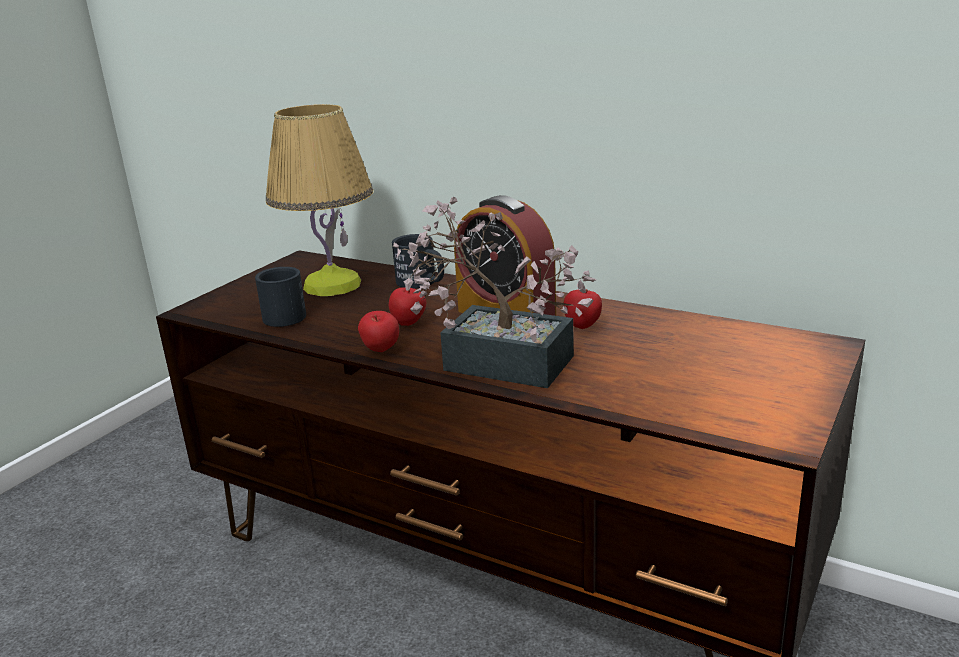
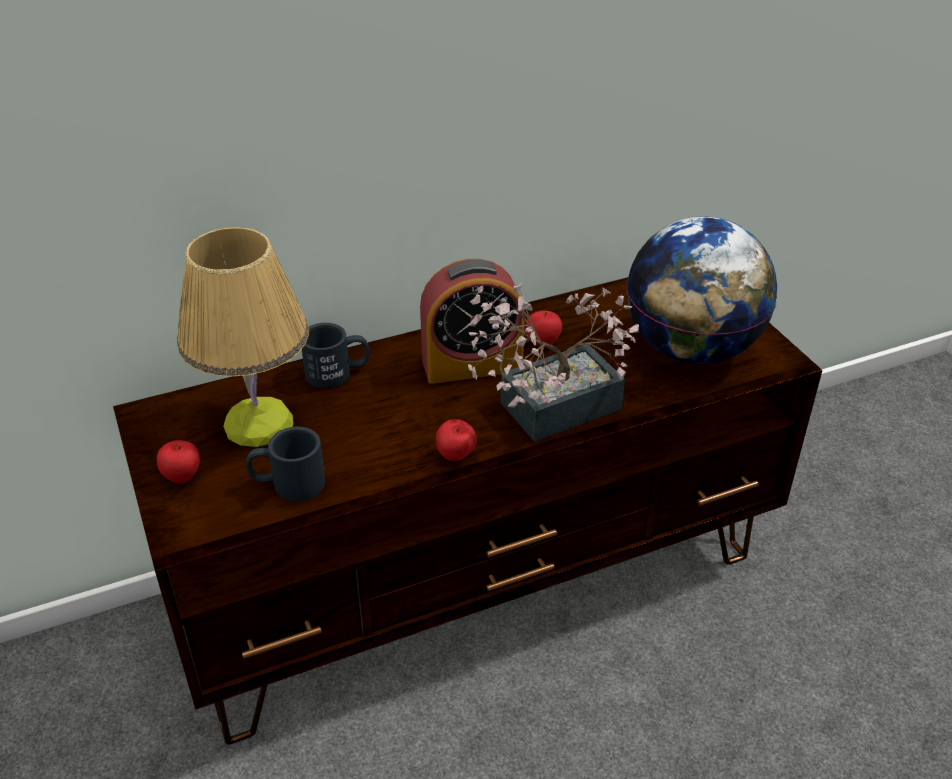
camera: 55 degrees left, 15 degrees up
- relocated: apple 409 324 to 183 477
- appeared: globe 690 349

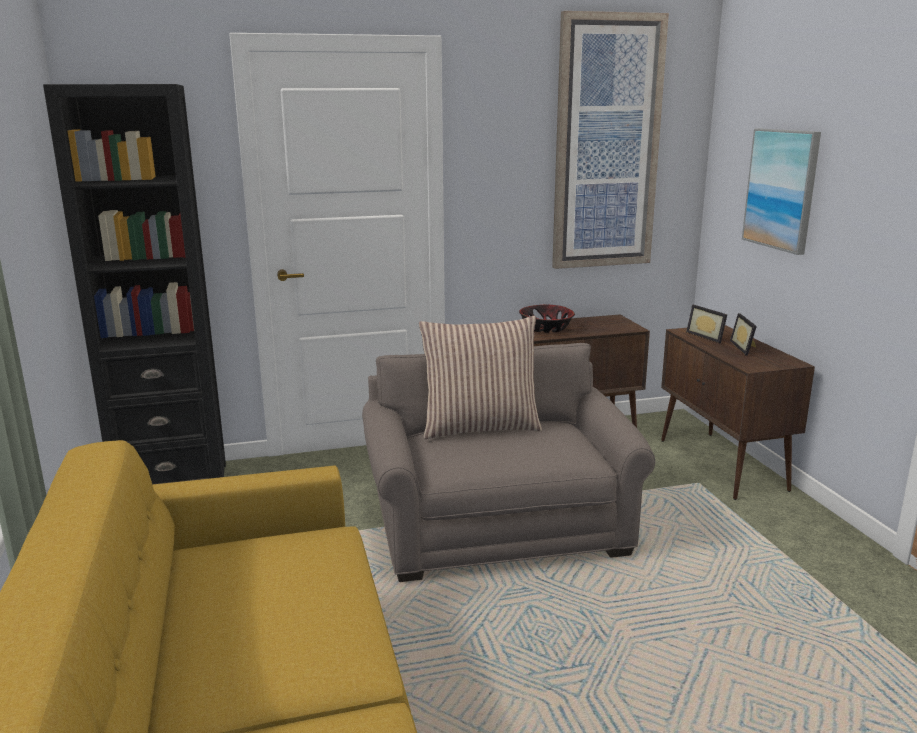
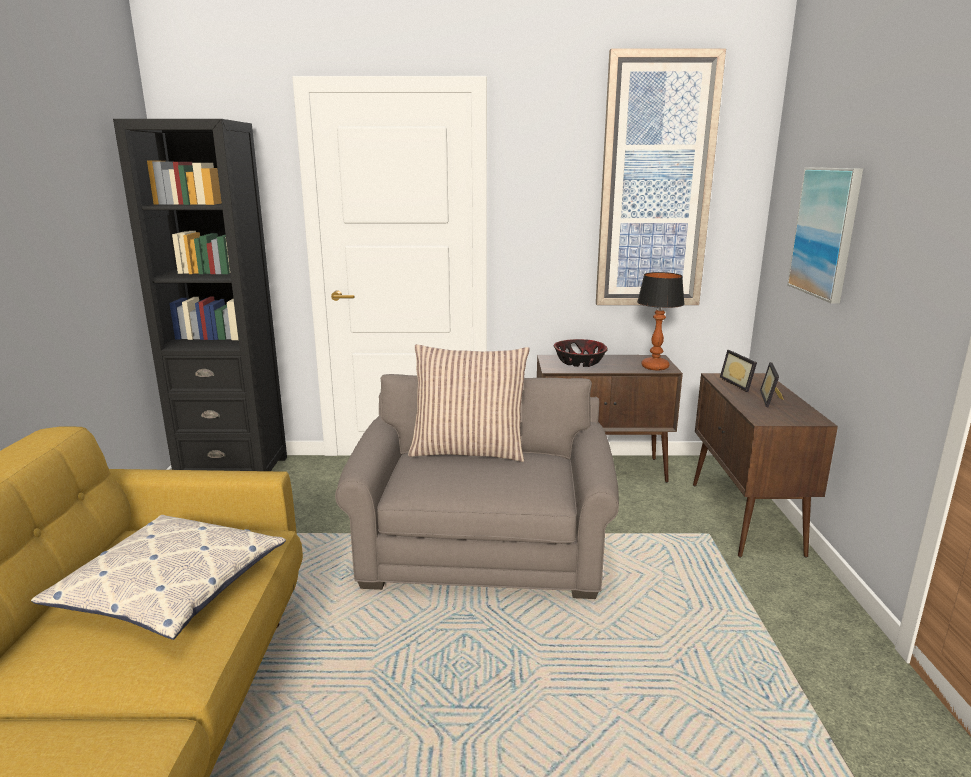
camera: 15 degrees right, 0 degrees up
- appeared: tabletop lamp 654 367
- appeared: throw pillow 170 587

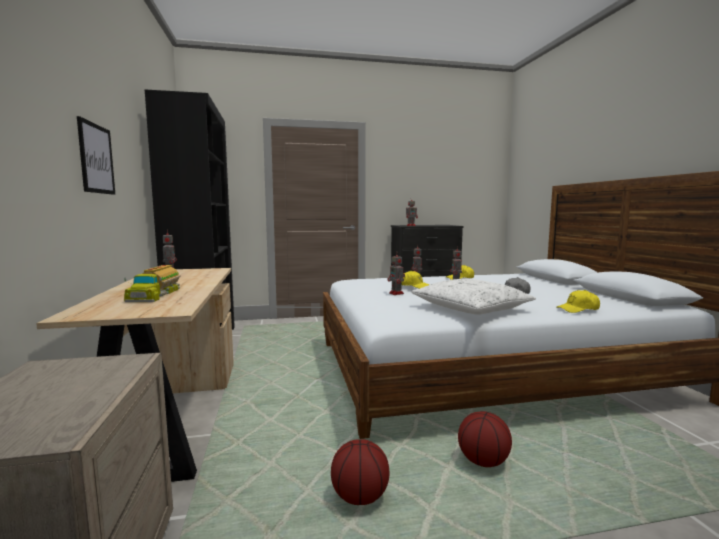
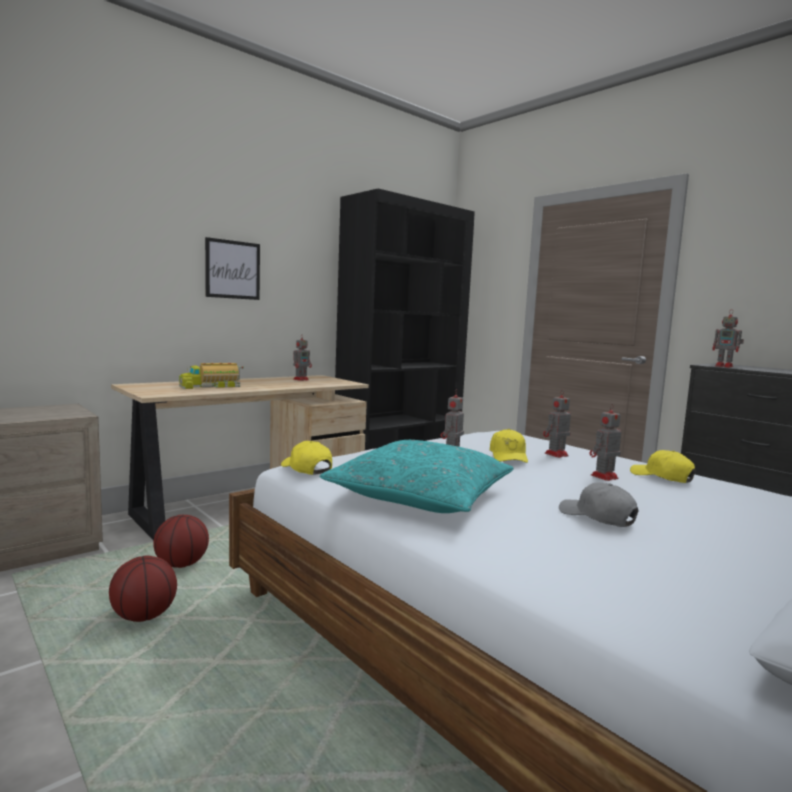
camera: 60 degrees right, 0 degrees up
- colour: white-coloured throw pillow 470 308 to turquoise throw pillow 421 495
- relocated: yellow baseball cap 578 309 to 306 469
- relocated: ball for basketball 482 462 to 181 564

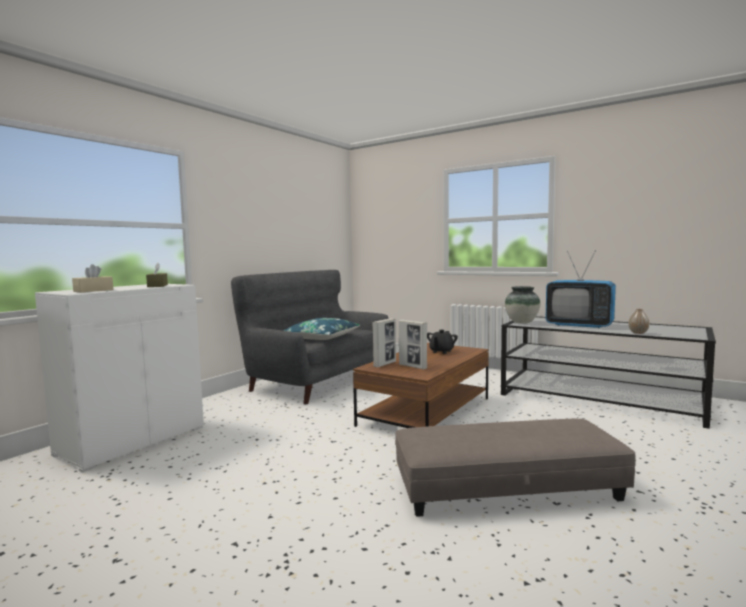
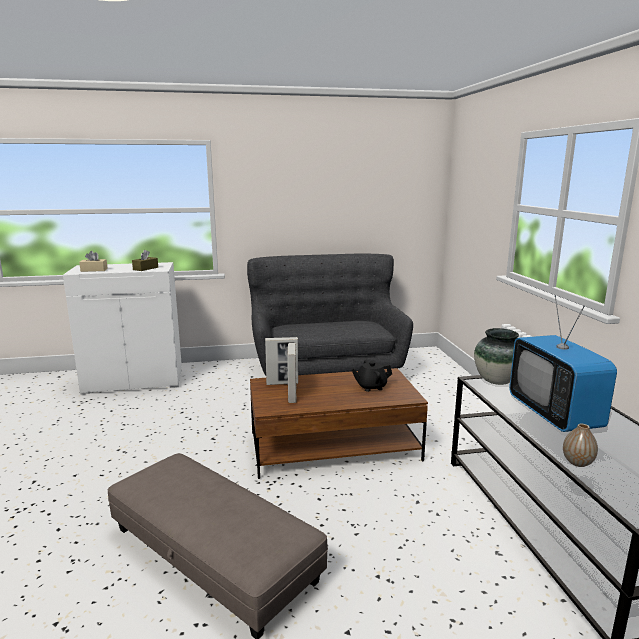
camera: 45 degrees right, 10 degrees up
- missing: bluish throw pillow 322 337

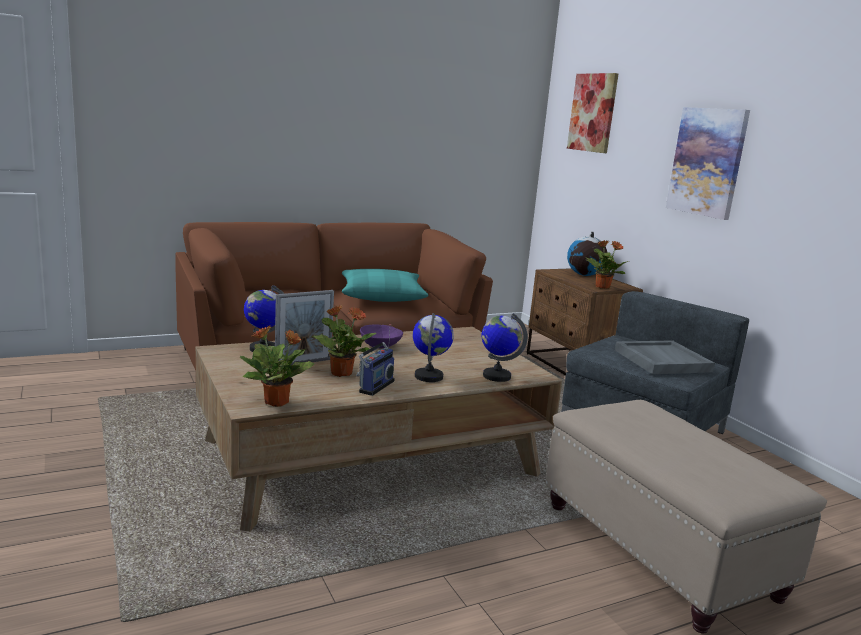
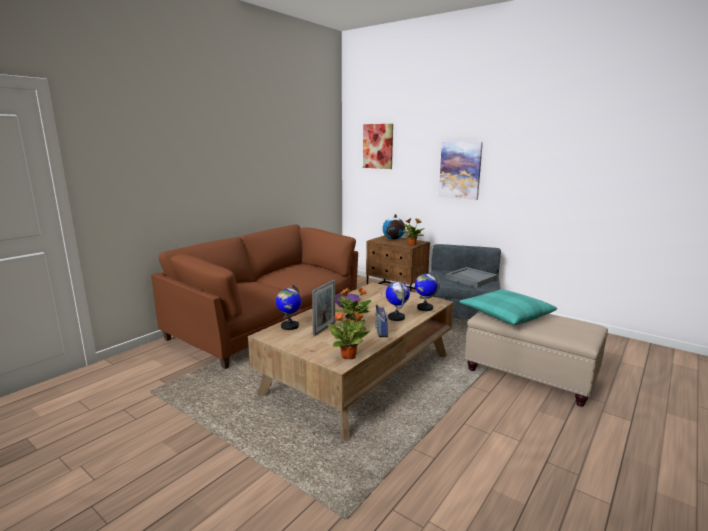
camera: 25 degrees left, 0 degrees up
- relocated: turquoise throw pillow 382 295 to 506 314

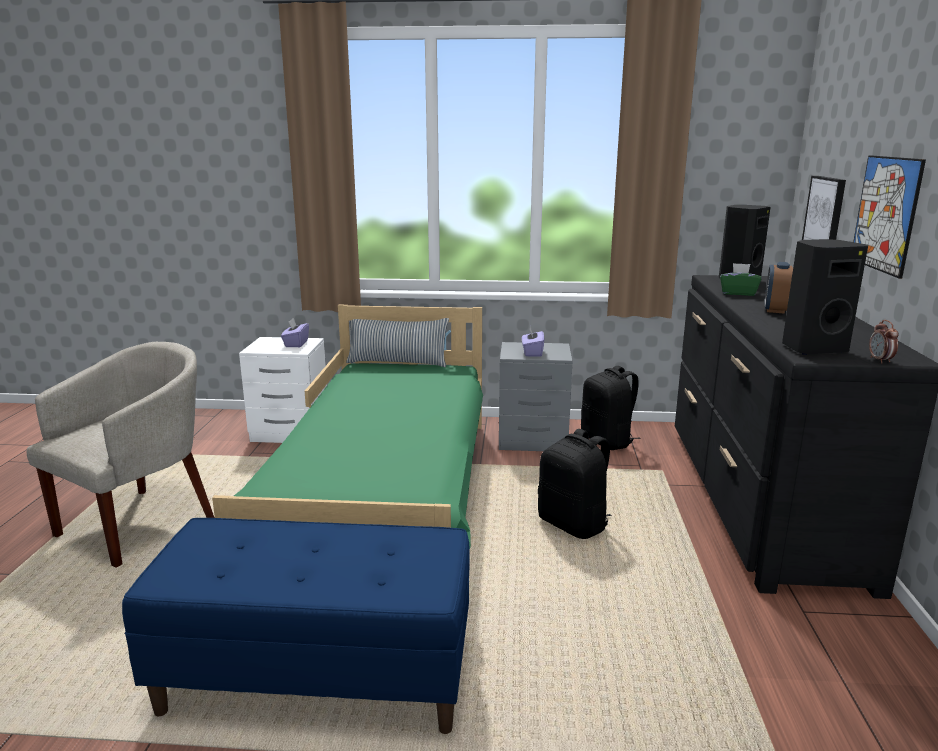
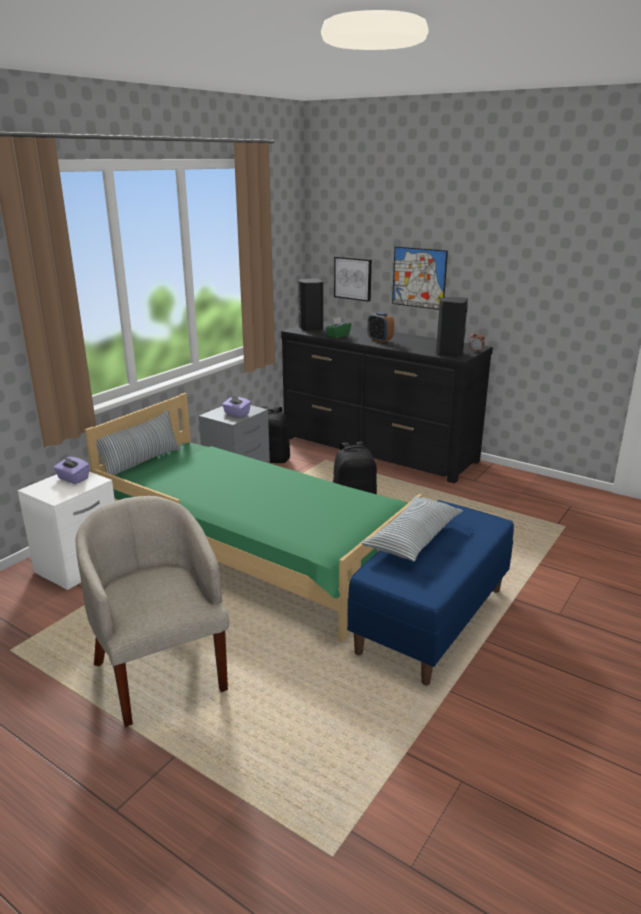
camera: 60 degrees left, 5 degrees up
- appeared: throw pillow 413 538

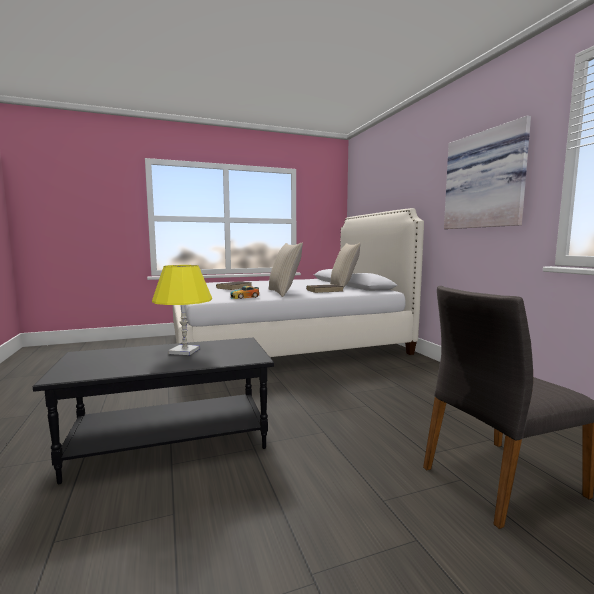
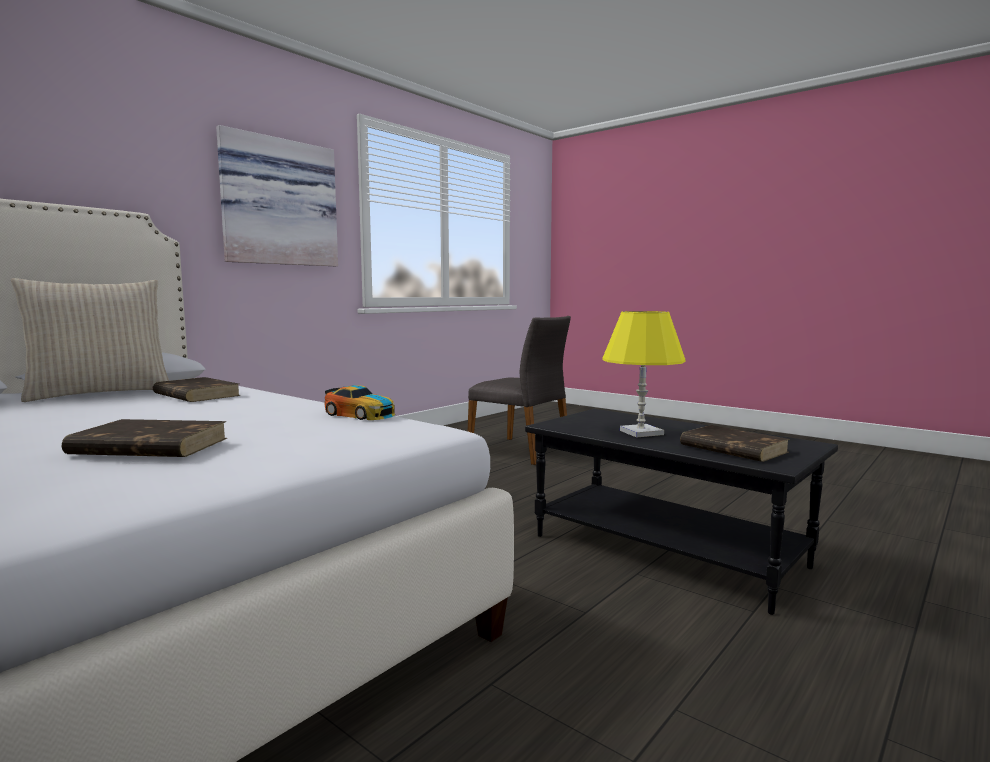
camera: 120 degrees left, 0 degrees up
- missing: beige throw pillow 284 293
- appeared: brown-coloured book 732 448

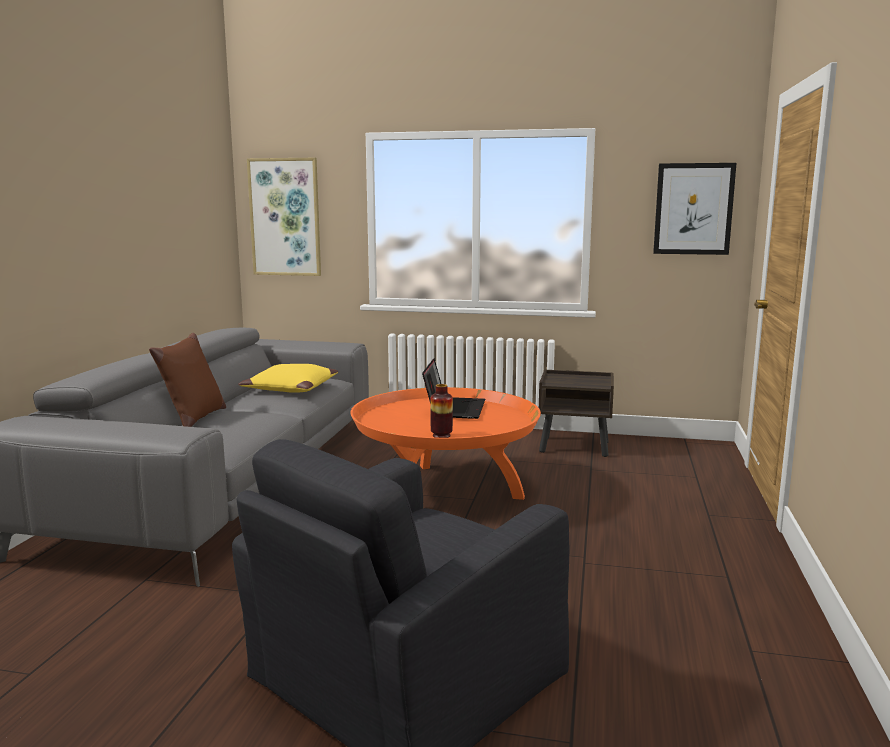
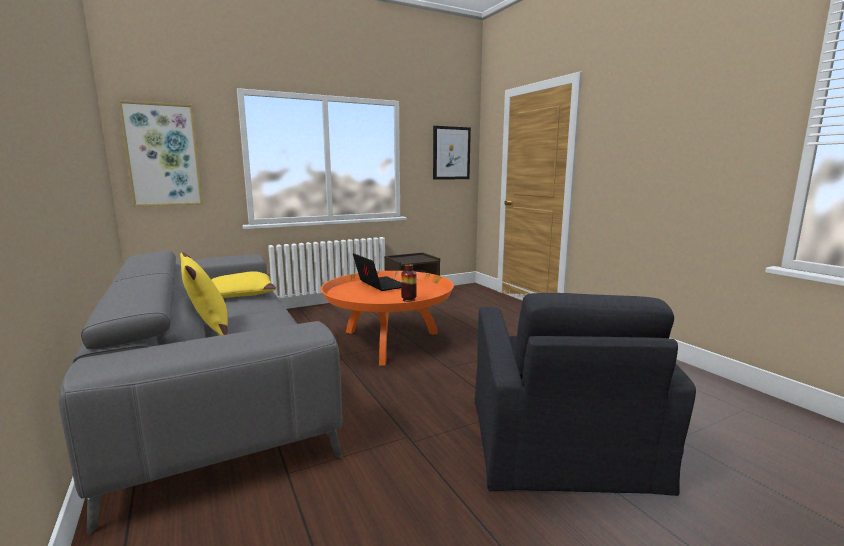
camera: 40 degrees left, 0 degrees up
- colour: brown-coloured throw pillow 194 418 to yellow throw pillow 208 329

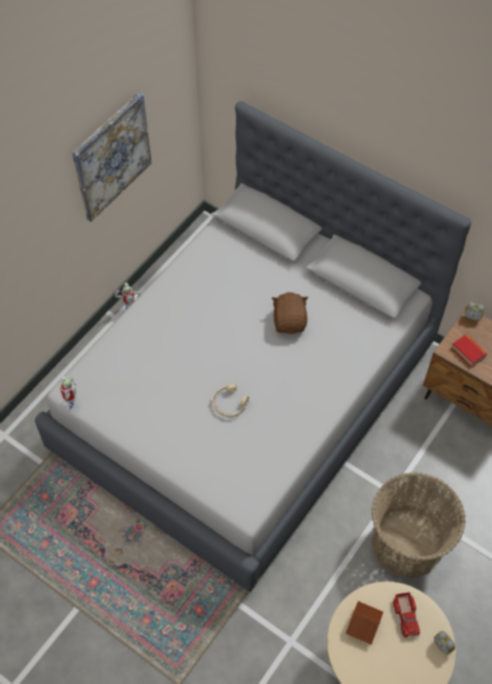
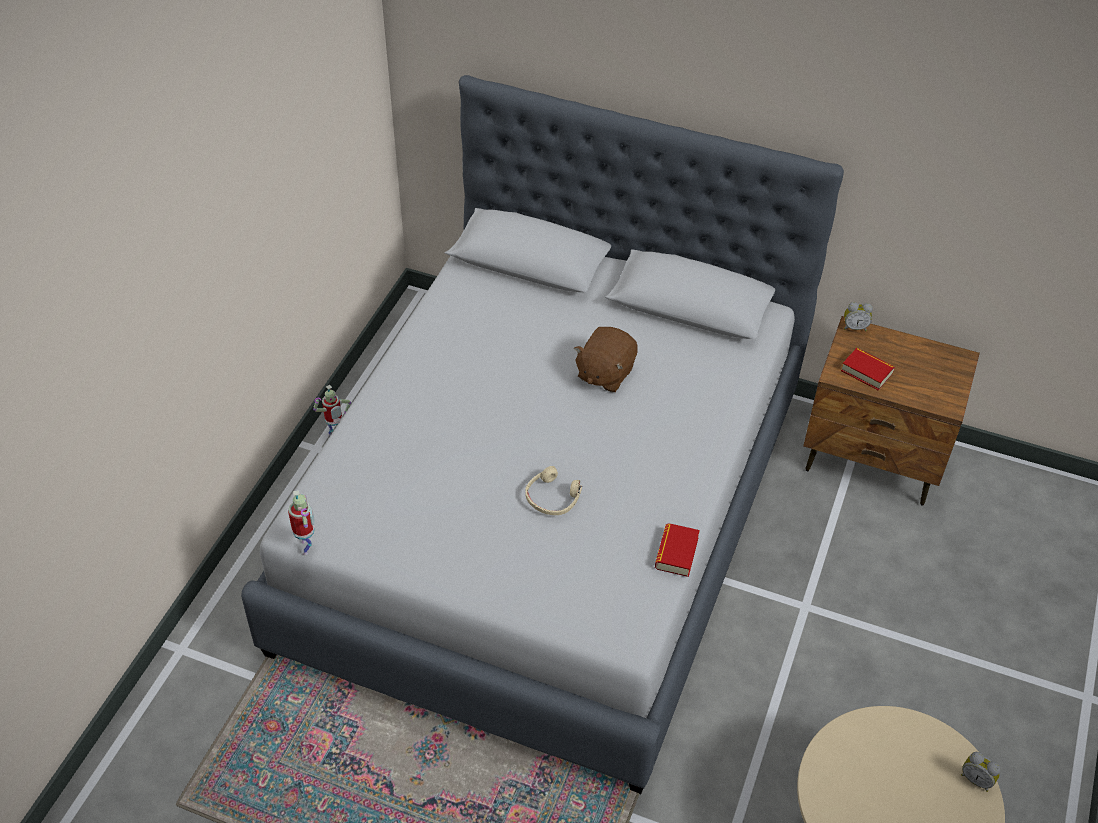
camera: 15 degrees left, 10 degrees down
- missing: wall picture 112 157
- spun: brown-coloured soft toy 290 321 = 605 373 135 degrees counterclockwise
- missing: household basket 407 542
- missing: toy lorry 406 617
- missing: model house 363 624
- appeared: book 676 553

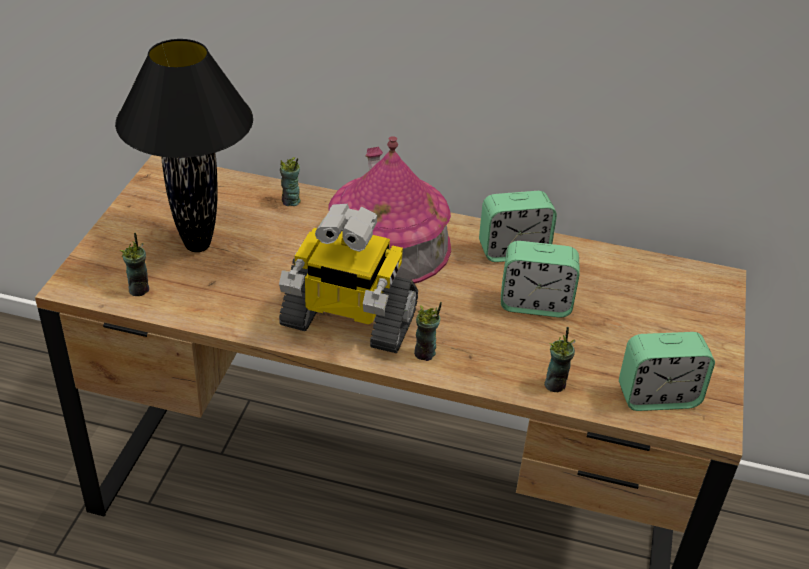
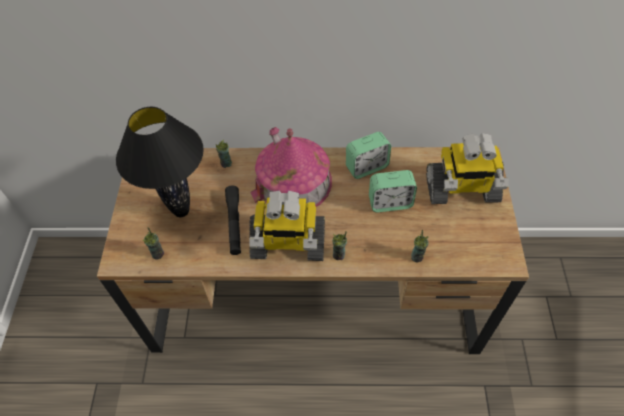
camera: 10 degrees left, 15 degrees up
- missing: alarm clock 657 396
- appeared: model robot 461 190
- appeared: blackish hand torch 234 223

